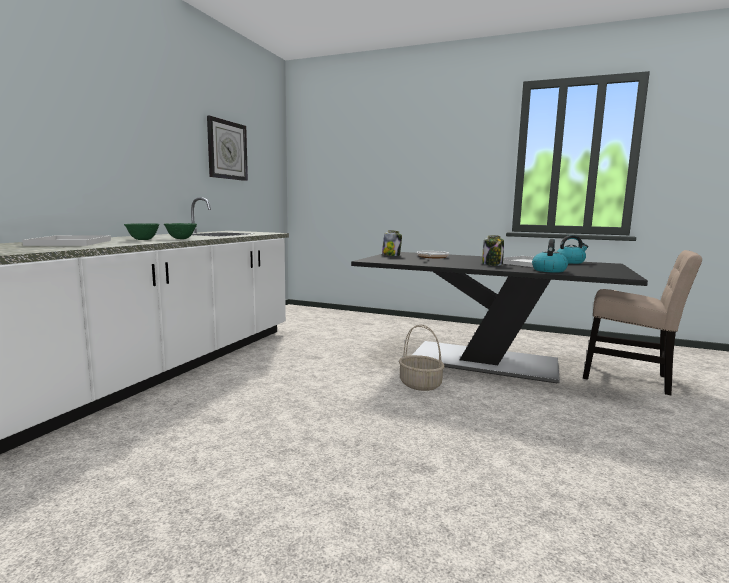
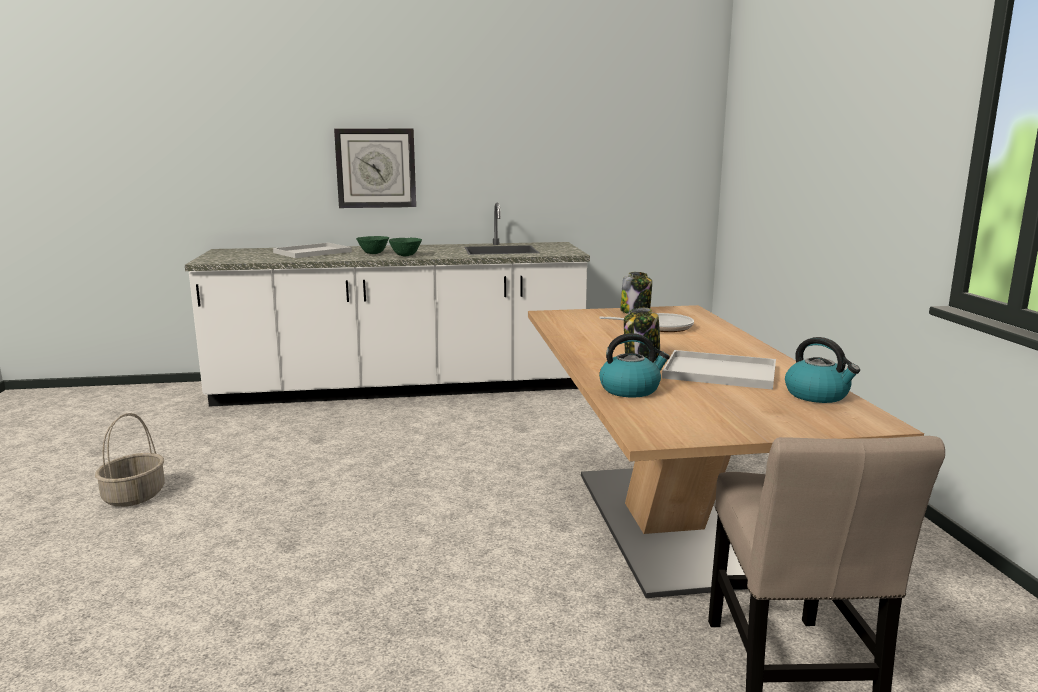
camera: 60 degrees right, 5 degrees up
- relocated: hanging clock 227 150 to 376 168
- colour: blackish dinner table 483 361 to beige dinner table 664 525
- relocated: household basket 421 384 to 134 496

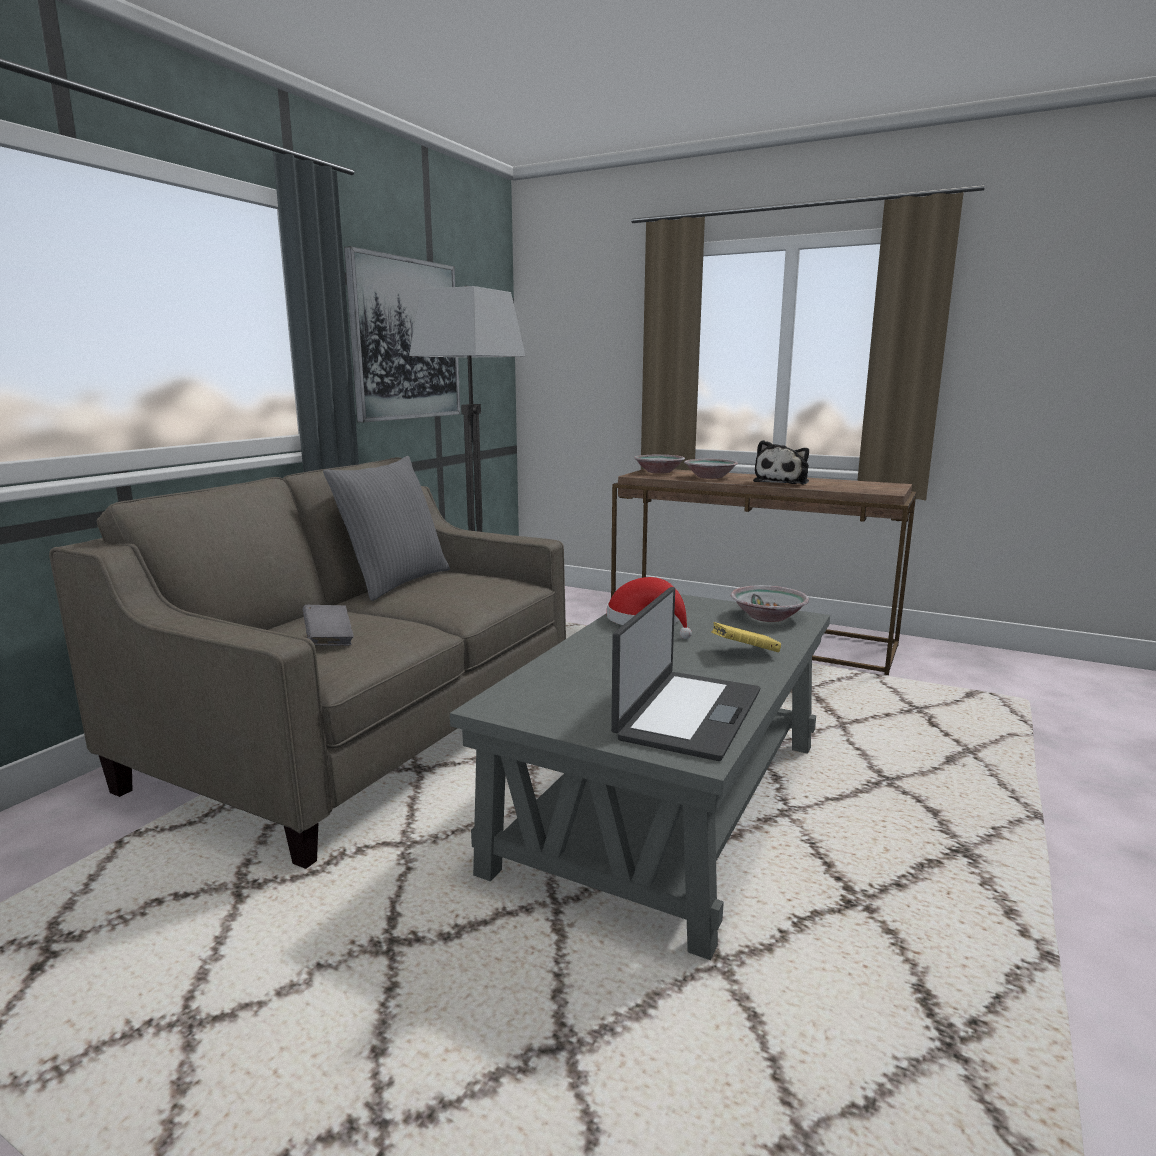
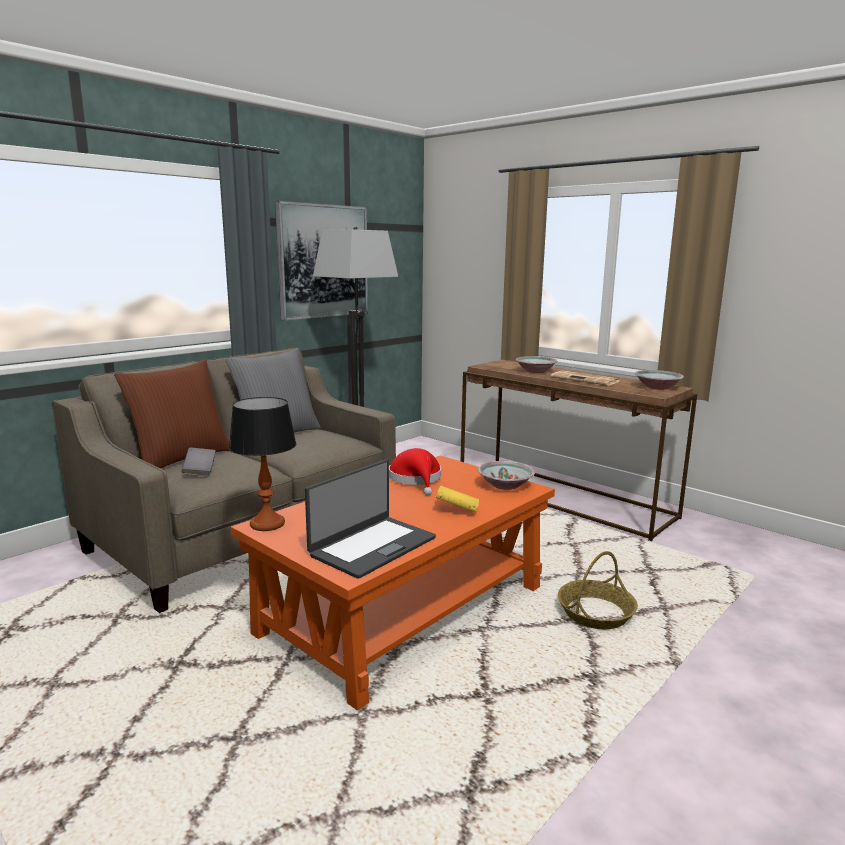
camera: 15 degrees right, 0 degrees up
- exchanged: soft toy 783 482 to daily paper 586 379
- relocated: bowl 658 472 to 657 387
- colour: greyish lounge table 665 802 to orange lounge table 405 609
- appeared: brown-coloured throw pillow 181 458
- appeared: tabletop lamp 268 524
- appeared: household basket 595 613

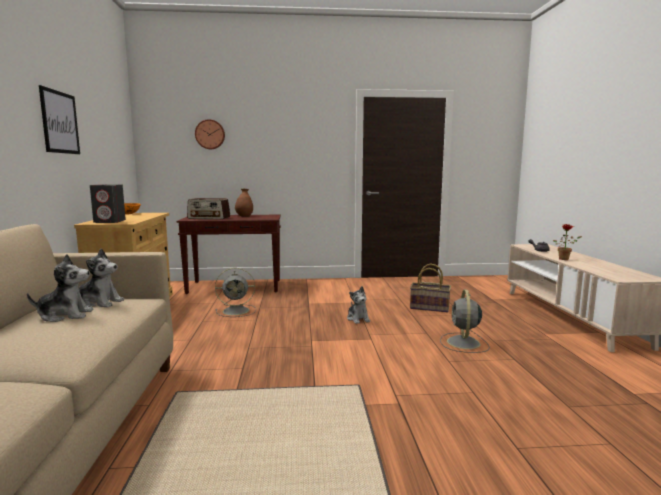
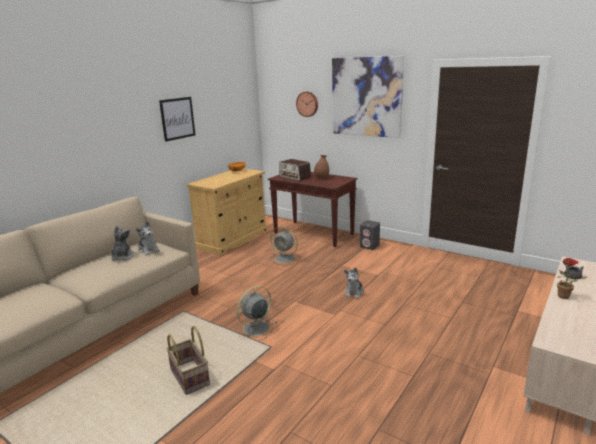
camera: 40 degrees right, 10 degrees up
- relocated: greyish loudspeaker 110 221 to 369 246
- spun: soft toy 65 315 = 122 257 120 degrees counterclockwise
- relocated: household basket 430 307 to 190 377
- relocated: greyish fan 463 343 to 255 328
- appeared: wall picture 366 97

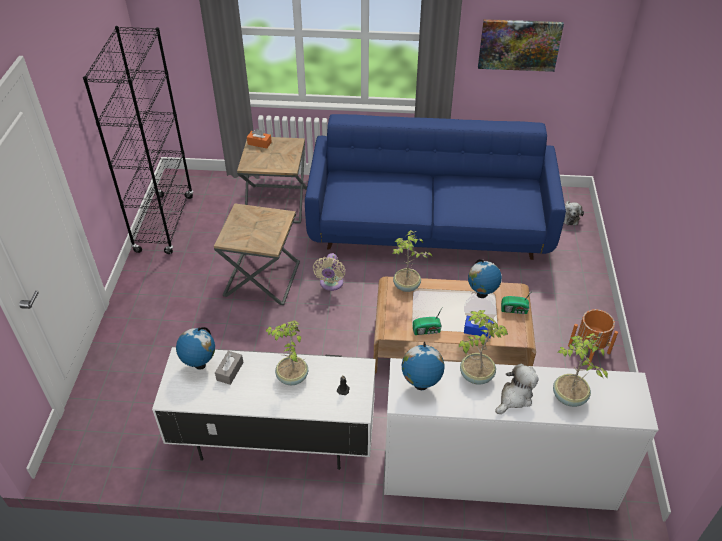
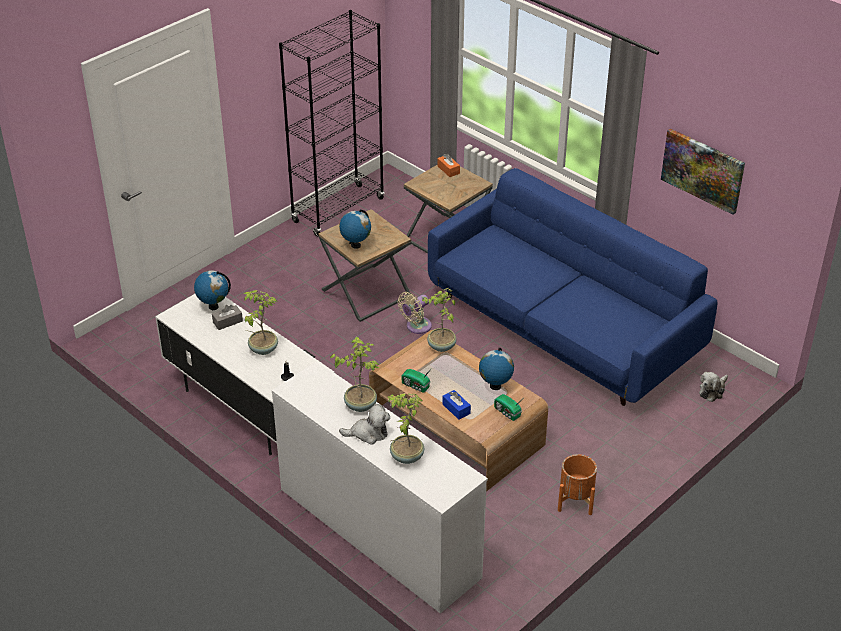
camera: 40 degrees right, 5 degrees down
- relocated: globe 420 385 to 355 245

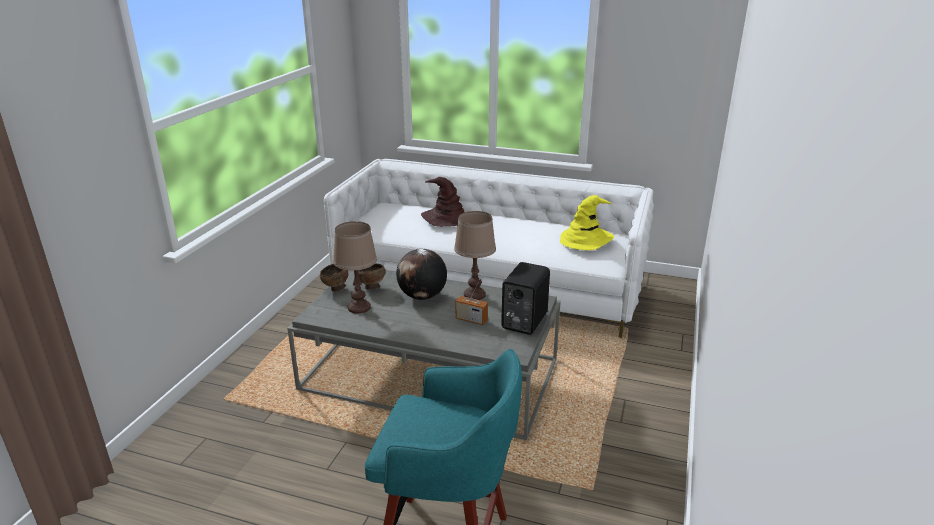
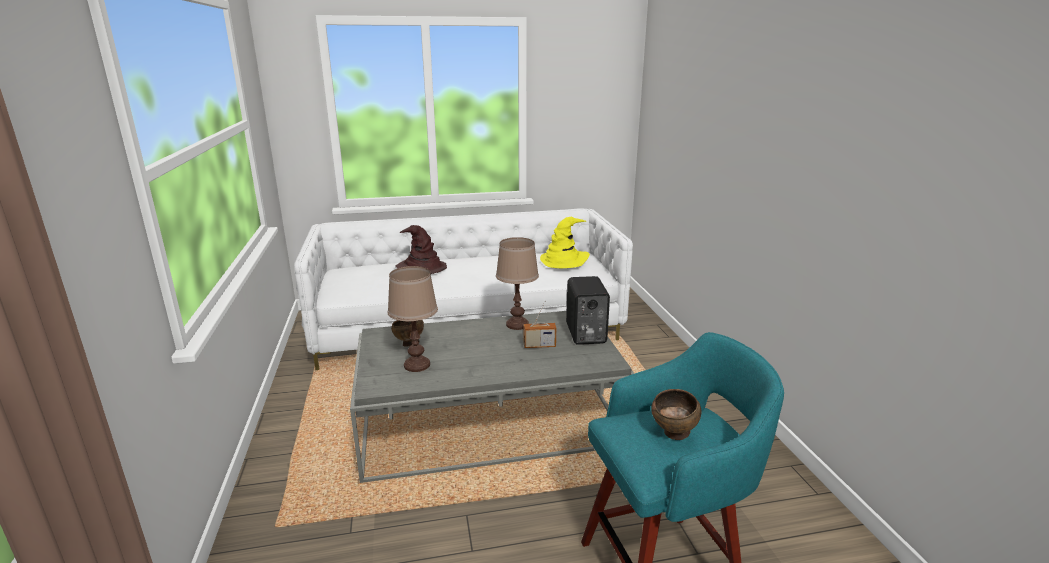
camera: 30 degrees left, 5 degrees down
- missing: globe 422 296
- relocated: brown-coloured bowl 336 289 to 674 435

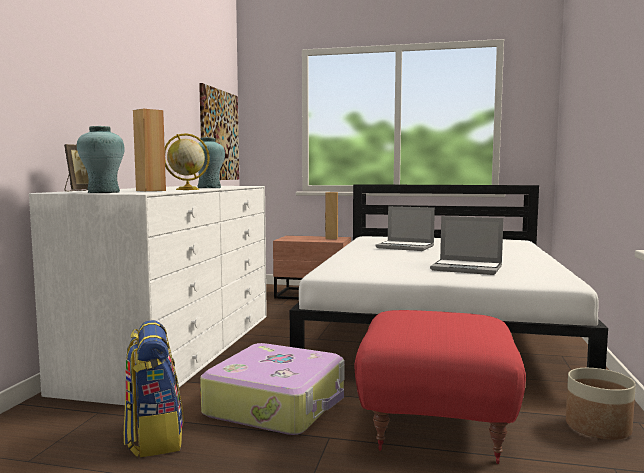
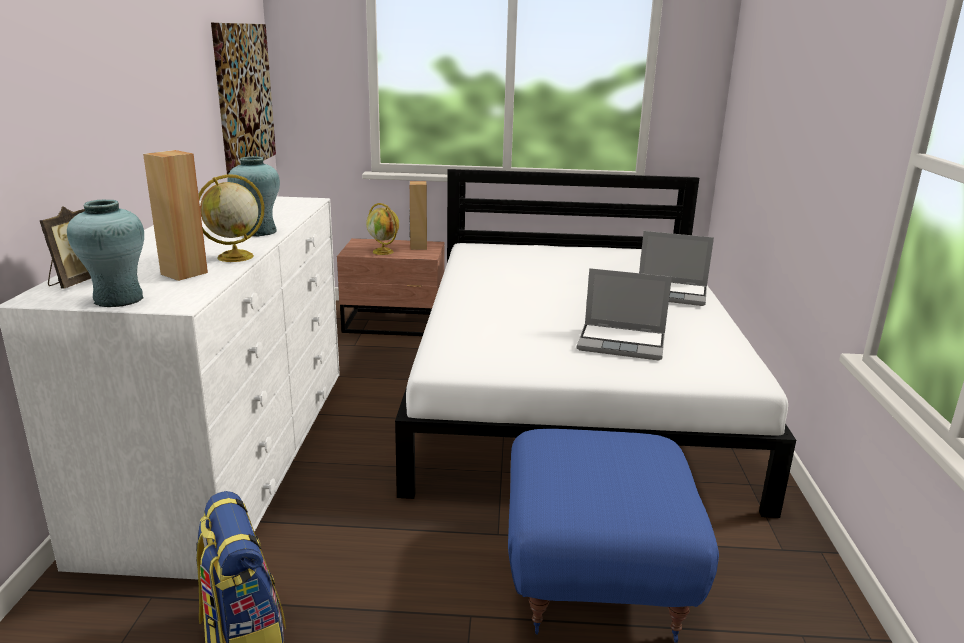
camera: 10 degrees left, 15 degrees up
- relocated: portable computer 406 247 to 671 293
- colour: reddish pouffe 437 423 to bluish pouffe 596 576
- missing: suitcase 277 404
- missing: planter 598 427
- appeared: globe 383 252

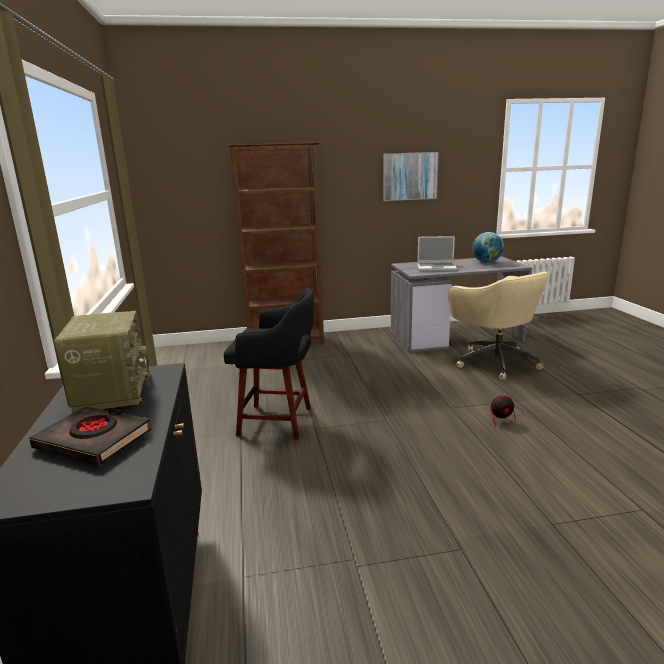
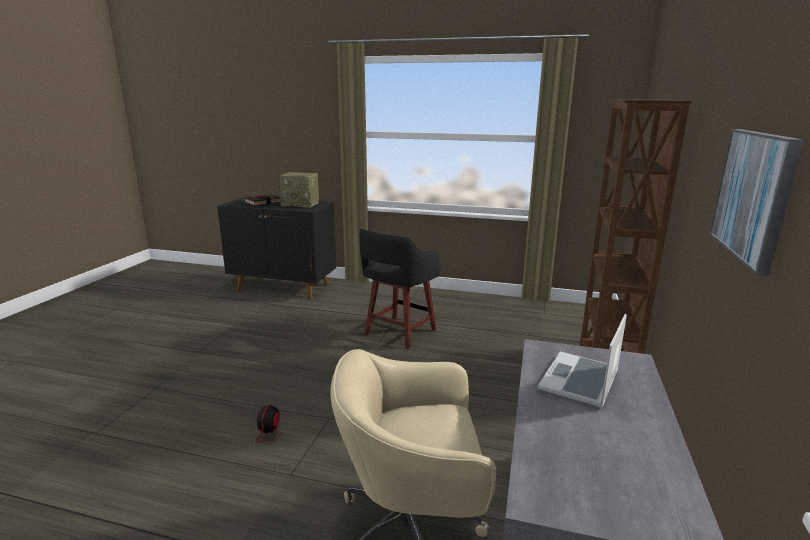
camera: 115 degrees right, 0 degrees up
- missing: globe 487 262

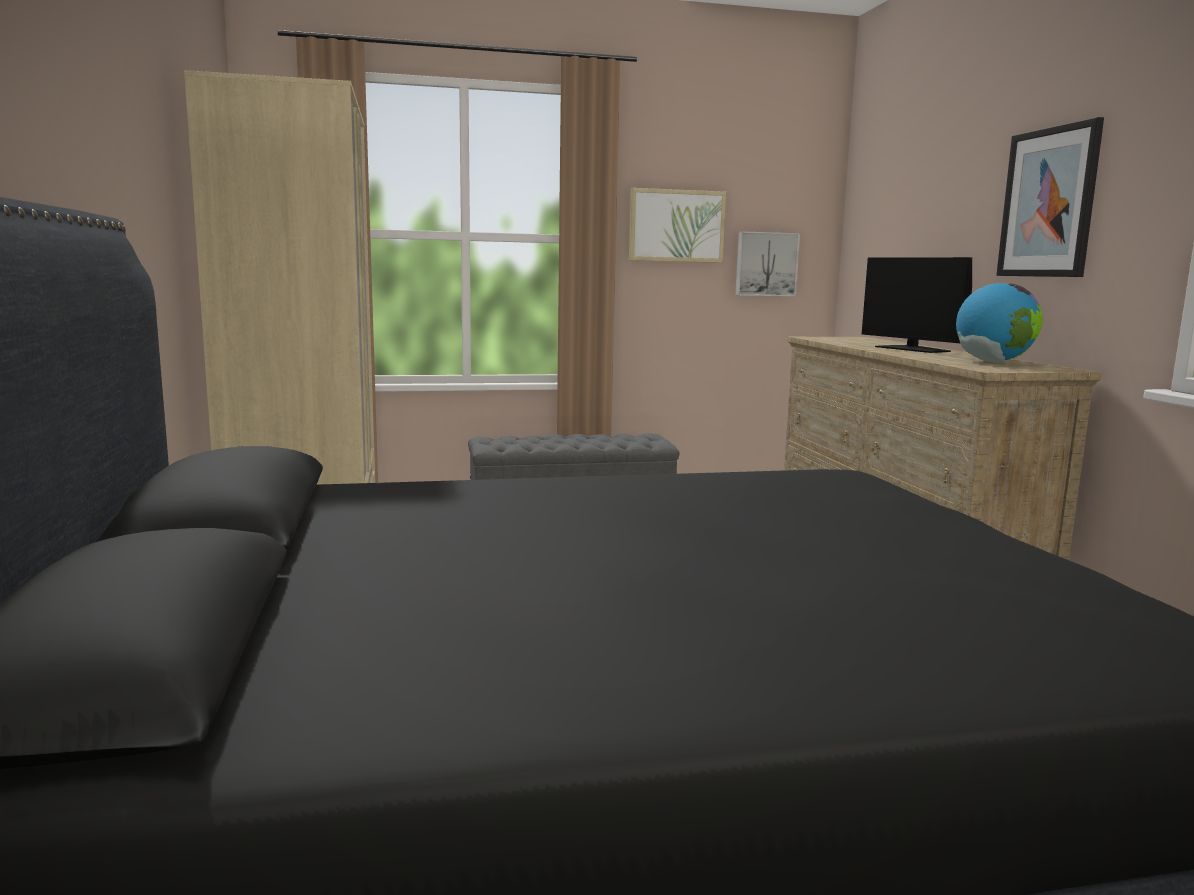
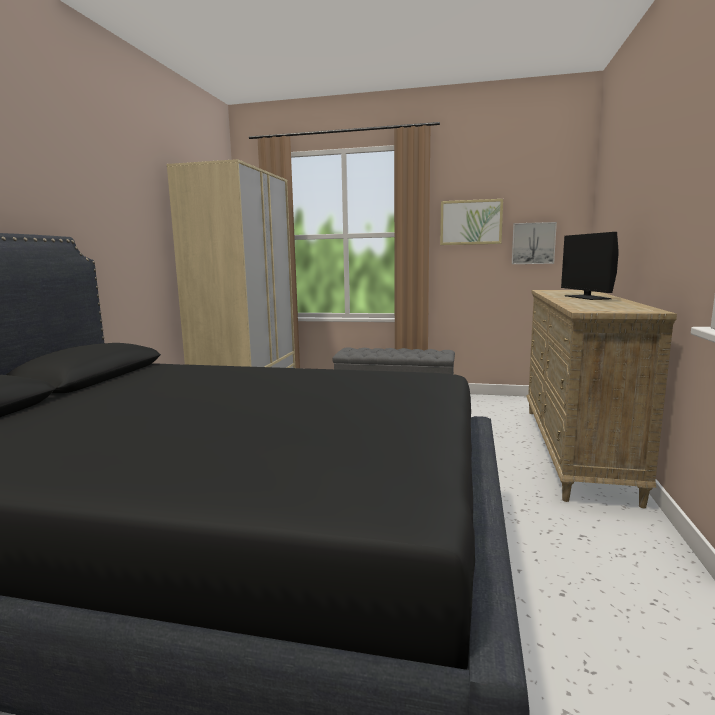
camera: 25 degrees right, 0 degrees up
- missing: wall picture 1049 203
- missing: globe 993 362

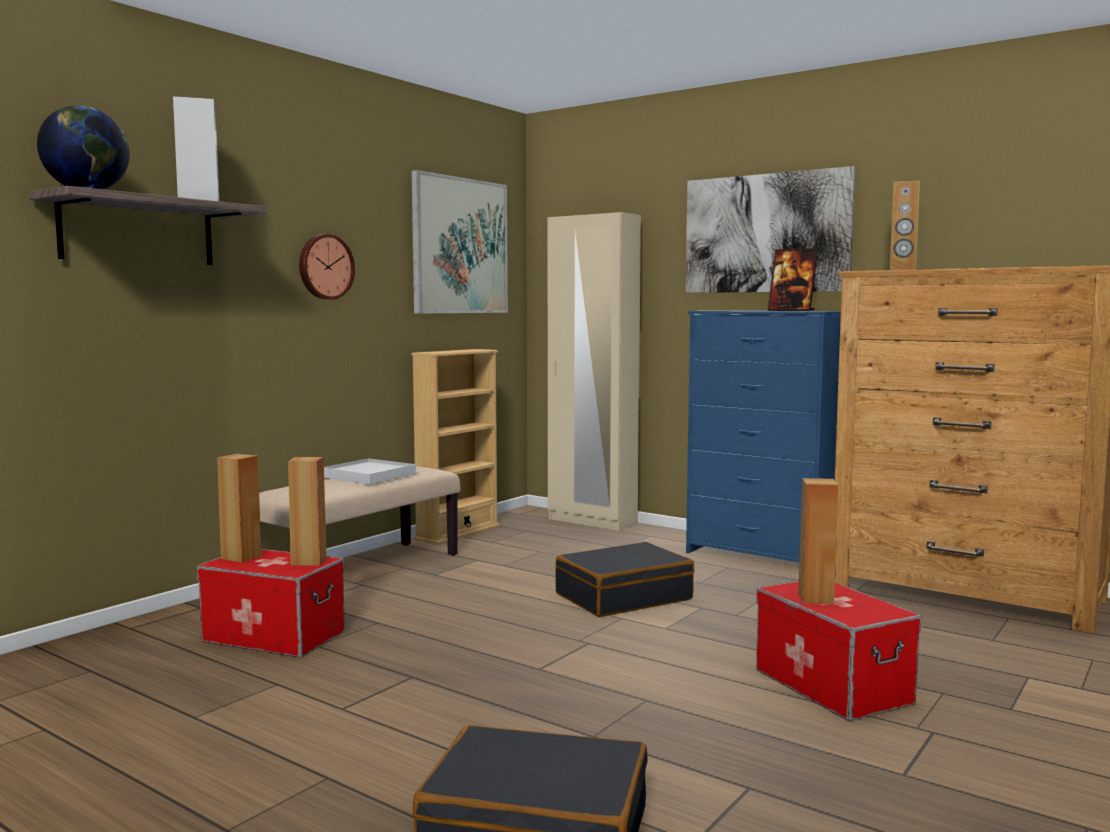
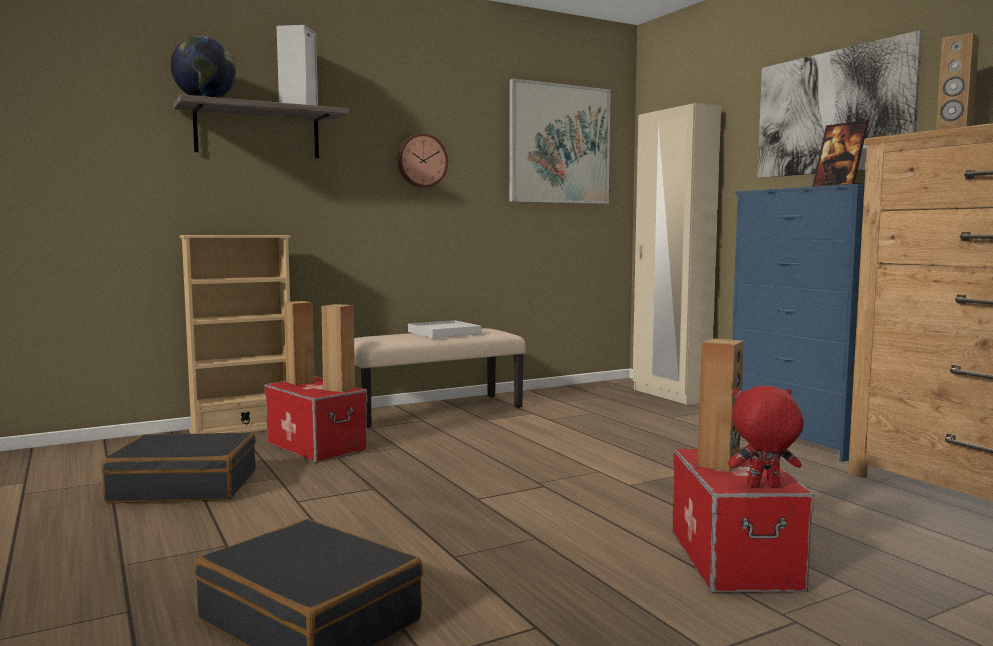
camera: 25 degrees right, 0 degrees up
- relocated: beige bookshelf 458 533 to 243 429
- relocated: blackish suitcase 623 597 to 185 486
- appeared: reddish soft toy 763 487

